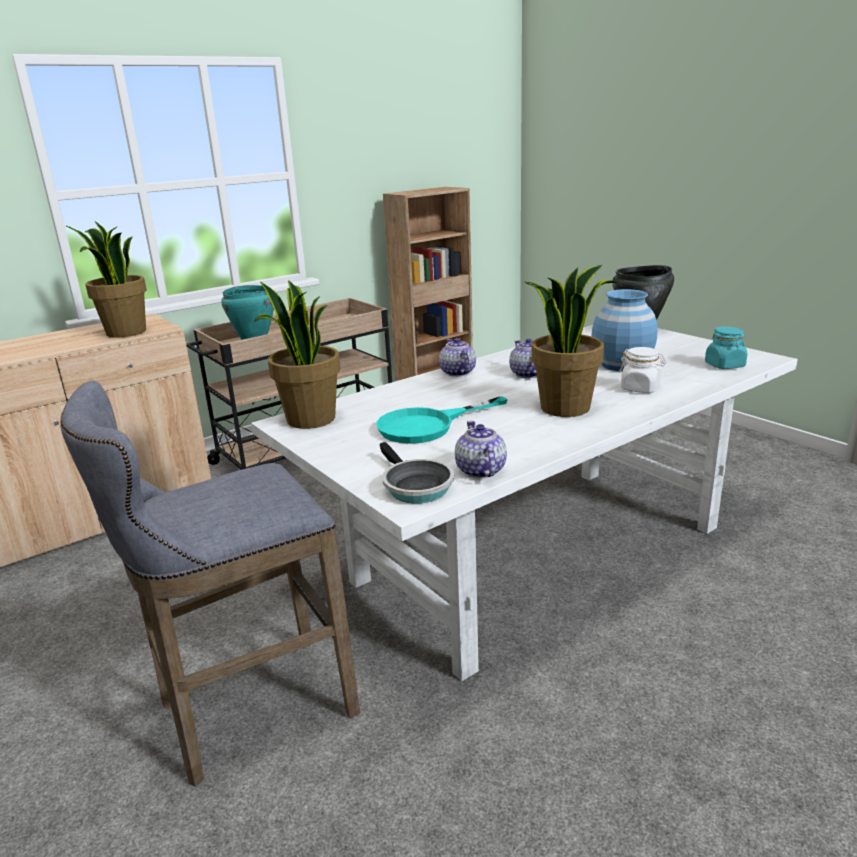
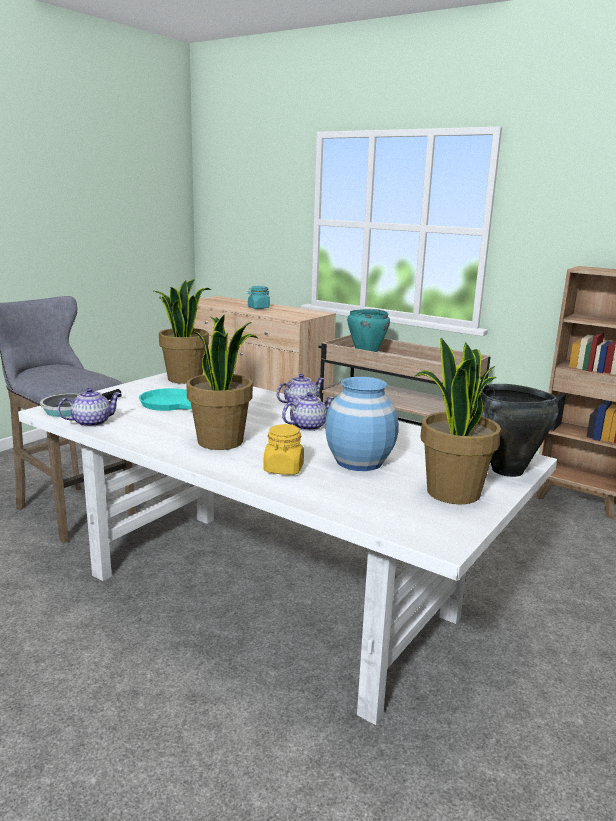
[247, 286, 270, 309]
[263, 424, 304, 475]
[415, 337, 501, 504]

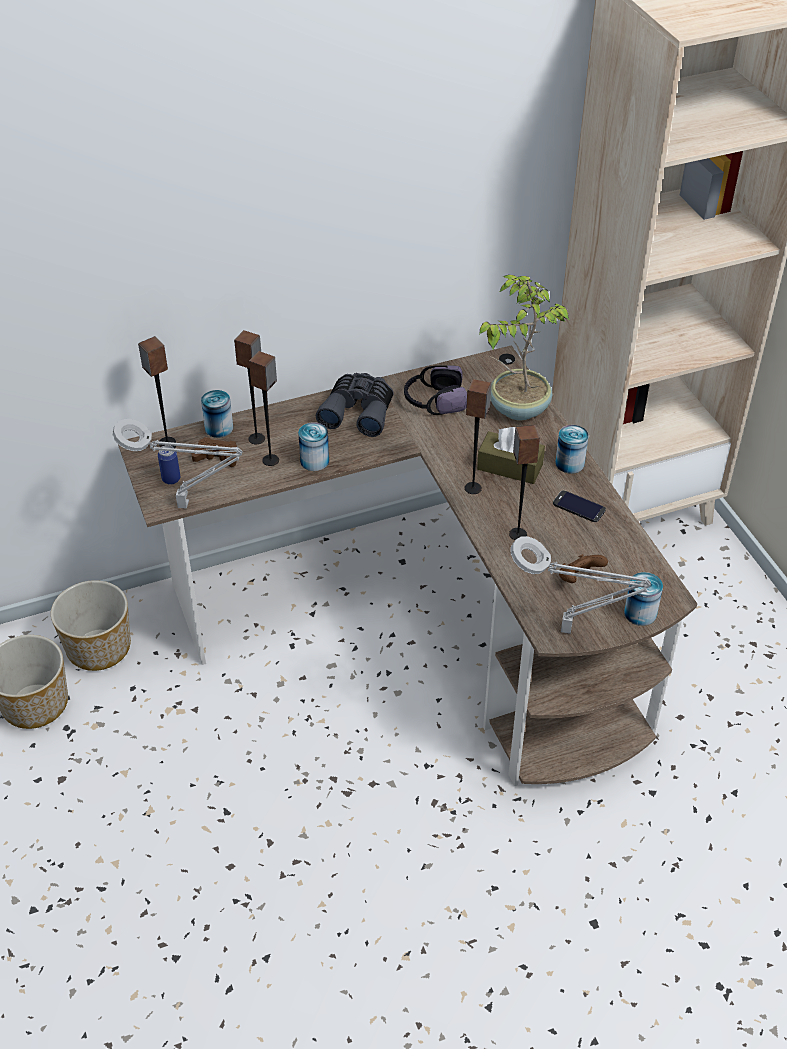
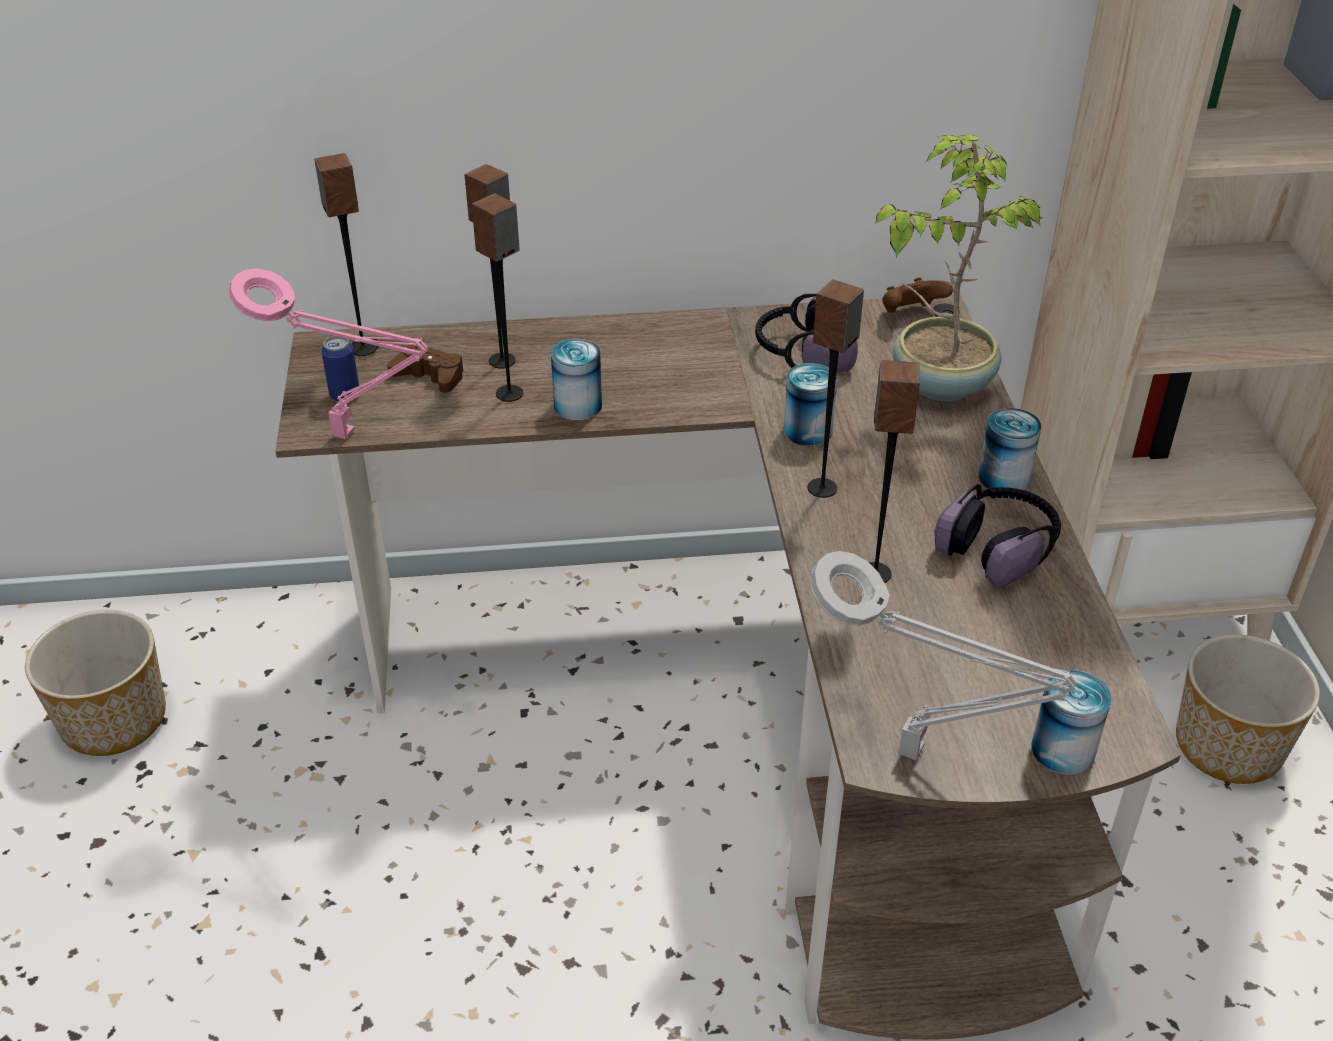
[229, 269, 428, 439]
[783, 363, 838, 446]
[883, 277, 953, 313]
[934, 484, 1061, 589]
[1176, 634, 1320, 784]
[316, 373, 394, 437] (first image)
[477, 427, 545, 484] (first image)

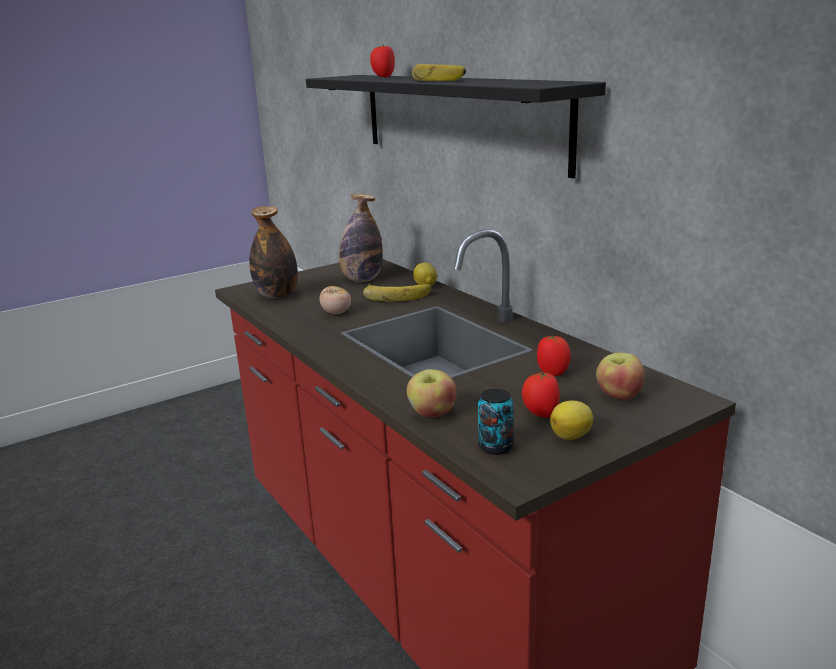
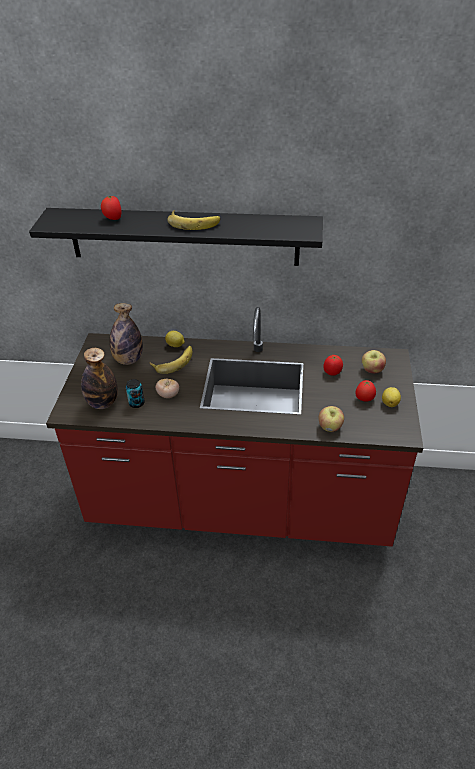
[126, 379, 145, 408]

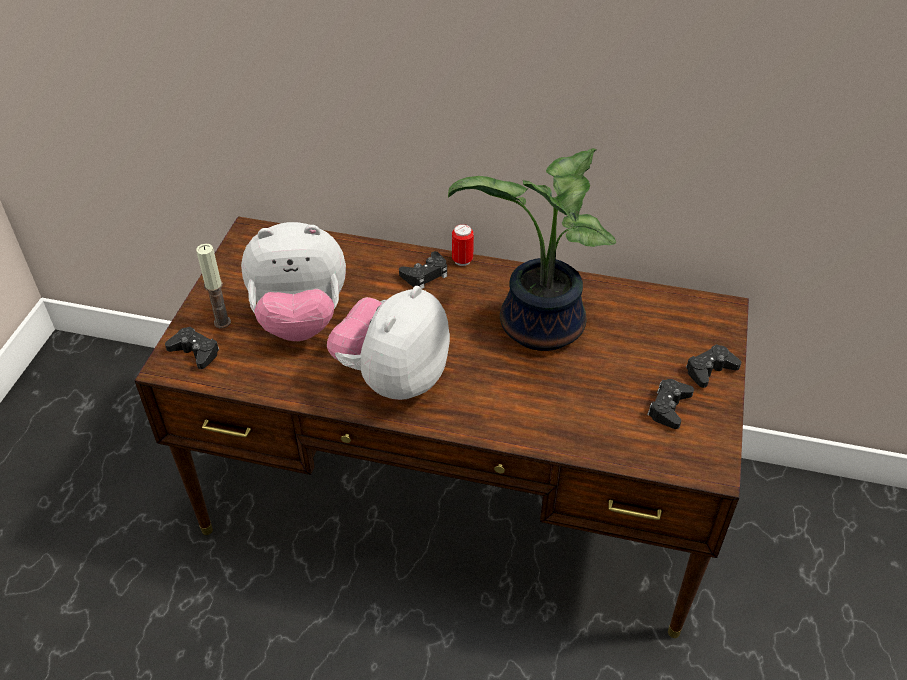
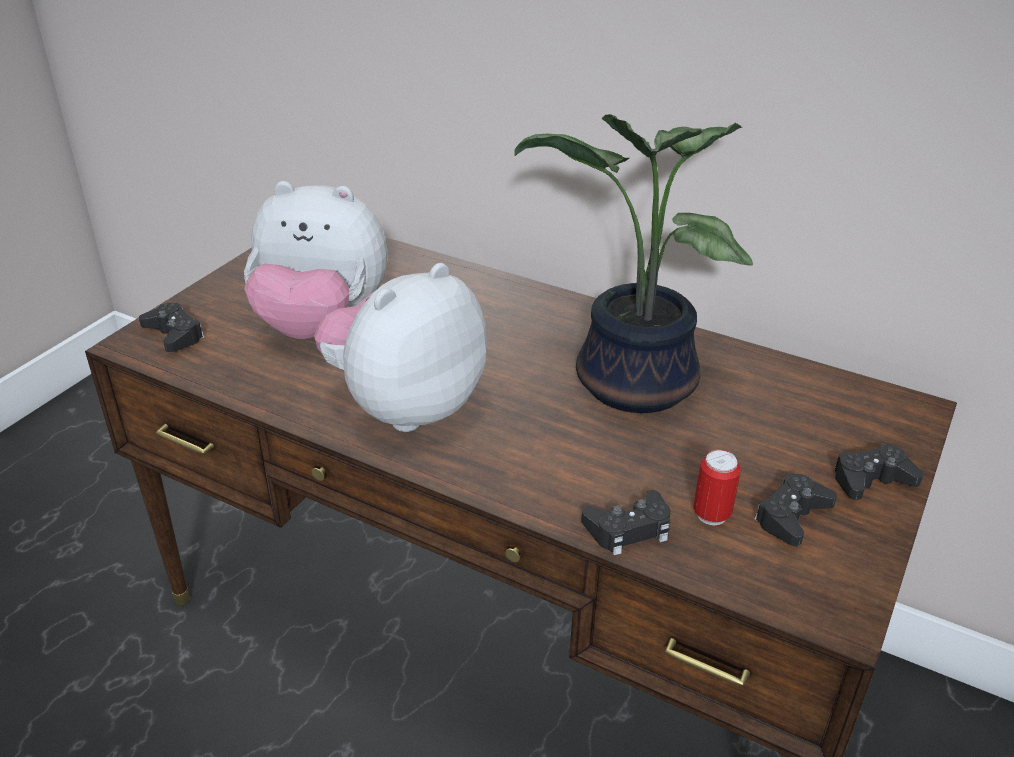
[581, 490, 671, 555]
[694, 450, 741, 525]
[196, 244, 231, 328] (first image)

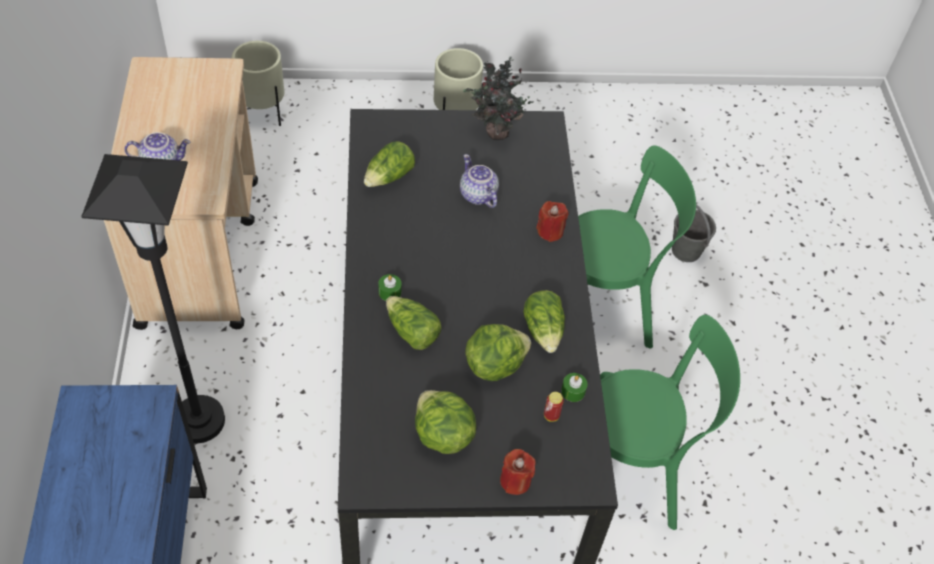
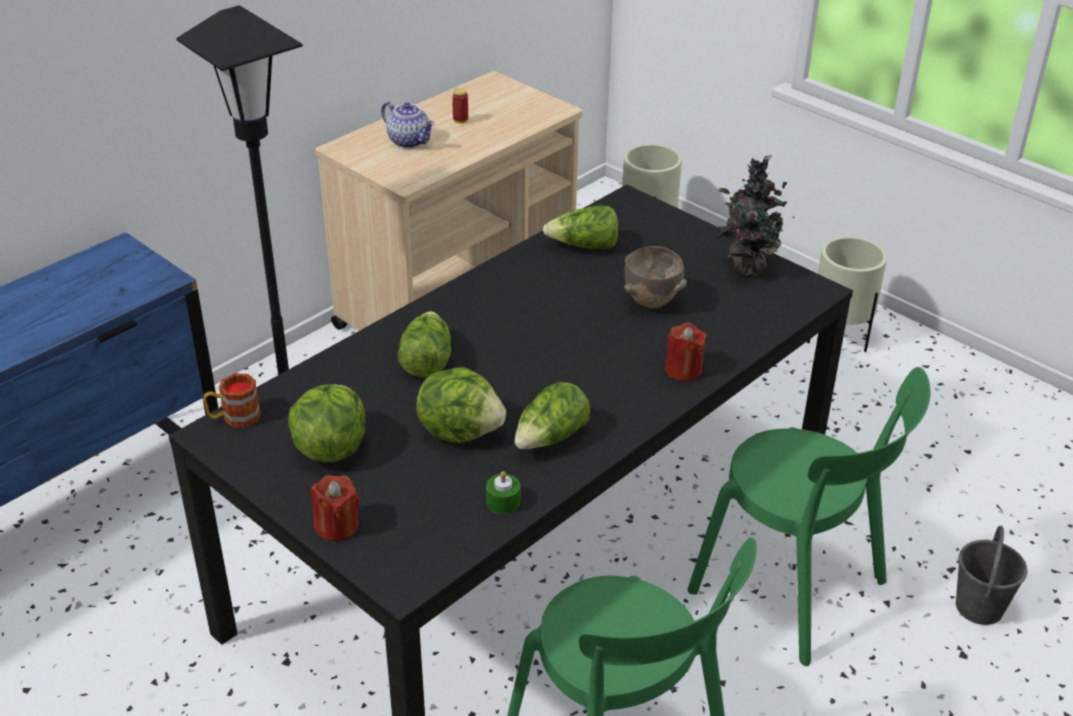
[203, 373, 261, 428]
[452, 88, 468, 124]
[624, 246, 687, 309]
[378, 274, 402, 301] (first image)

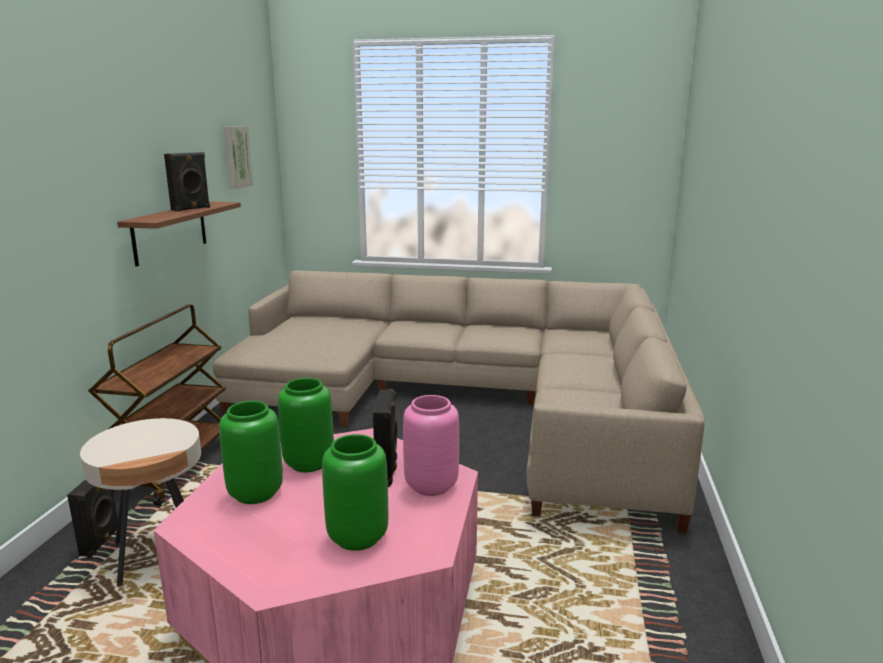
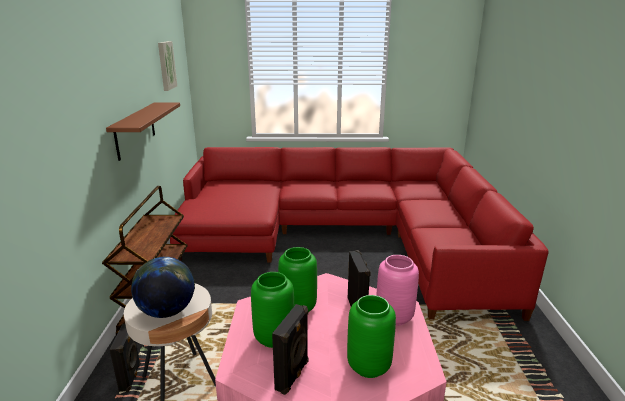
[131, 257, 195, 318]
[170, 147, 549, 321]
[272, 304, 308, 395]

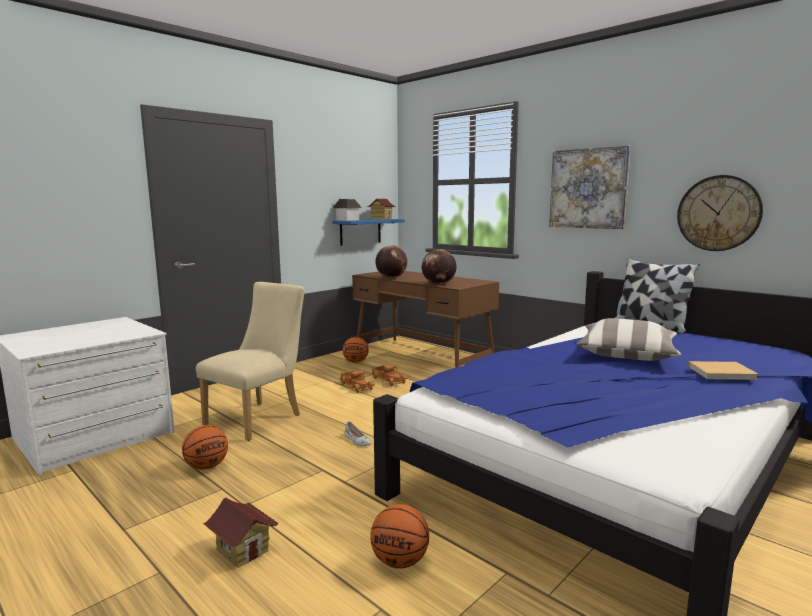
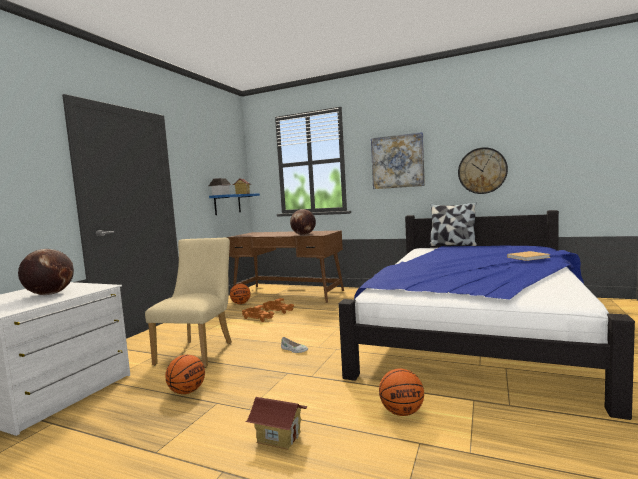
[18, 249, 74, 295]
[576, 318, 681, 361] (first image)

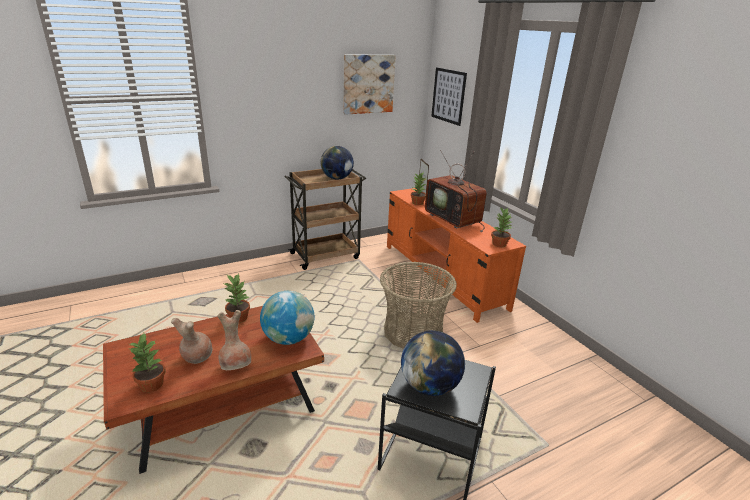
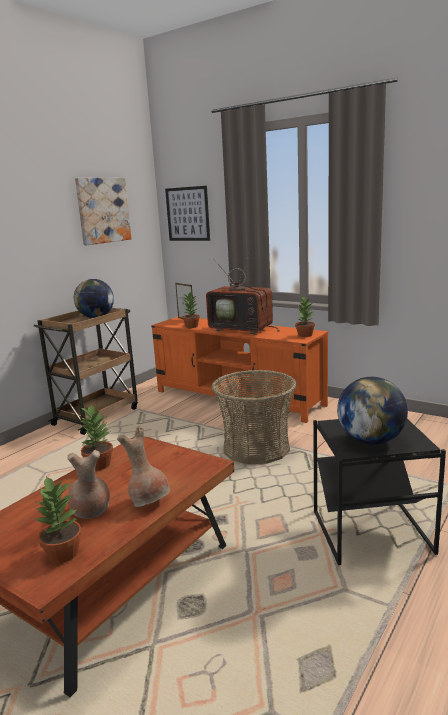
[260, 291, 315, 345] (first image)

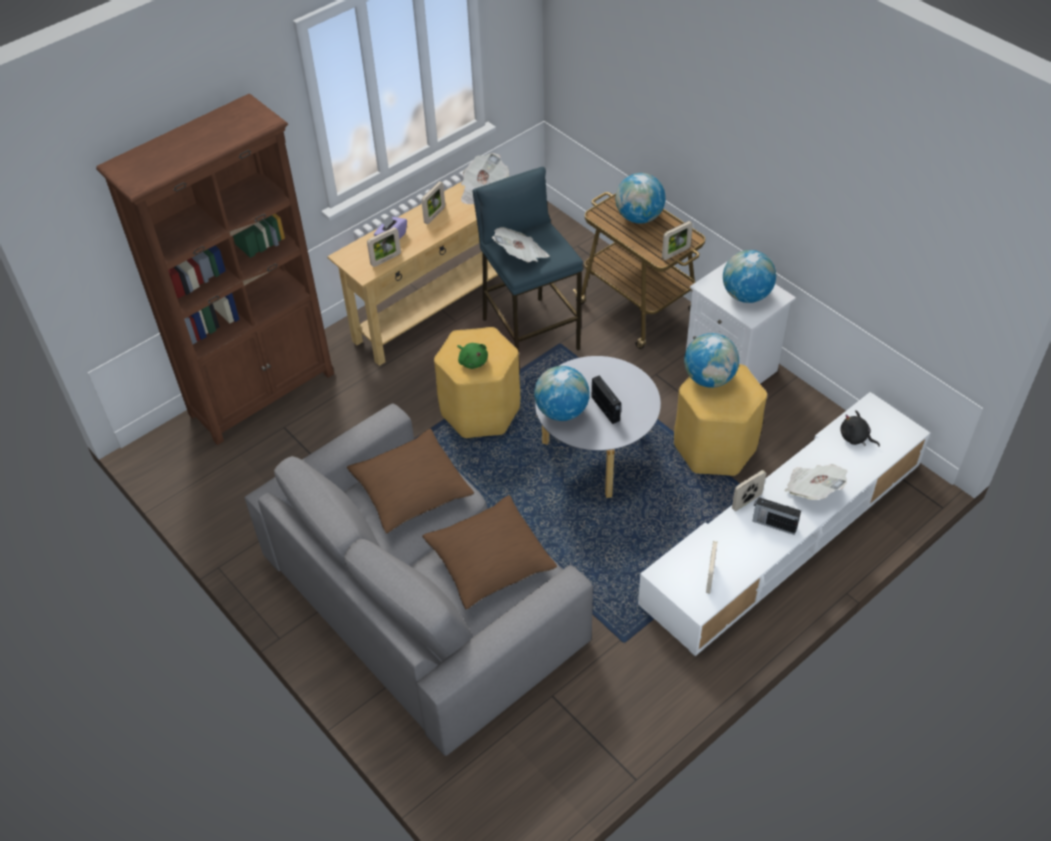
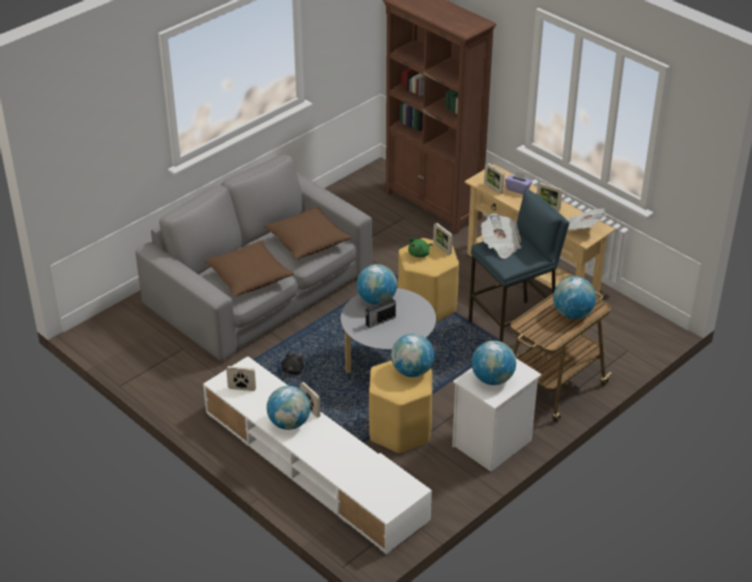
[267, 386, 311, 430]
[281, 351, 304, 381]
[433, 223, 453, 255]
[785, 464, 848, 500] (first image)

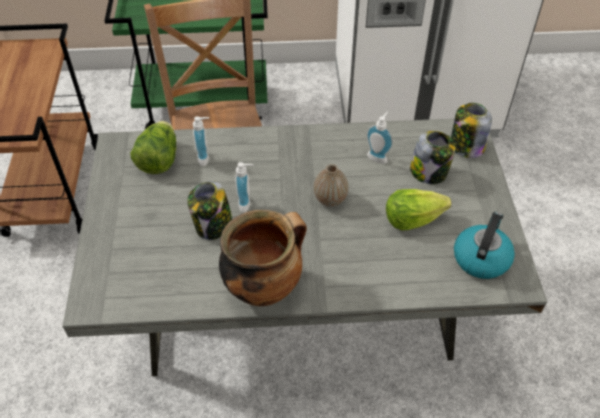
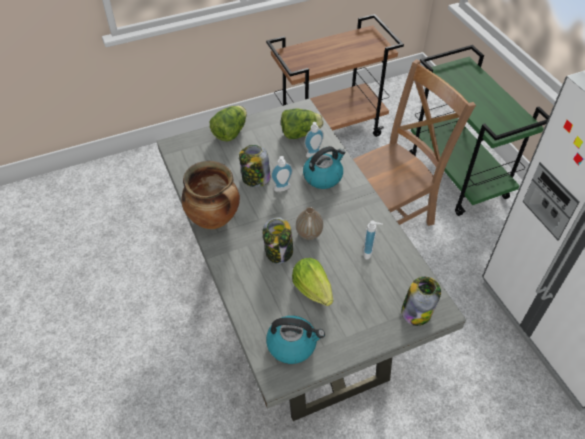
[210, 106, 247, 142]
[263, 217, 293, 264]
[303, 146, 346, 189]

